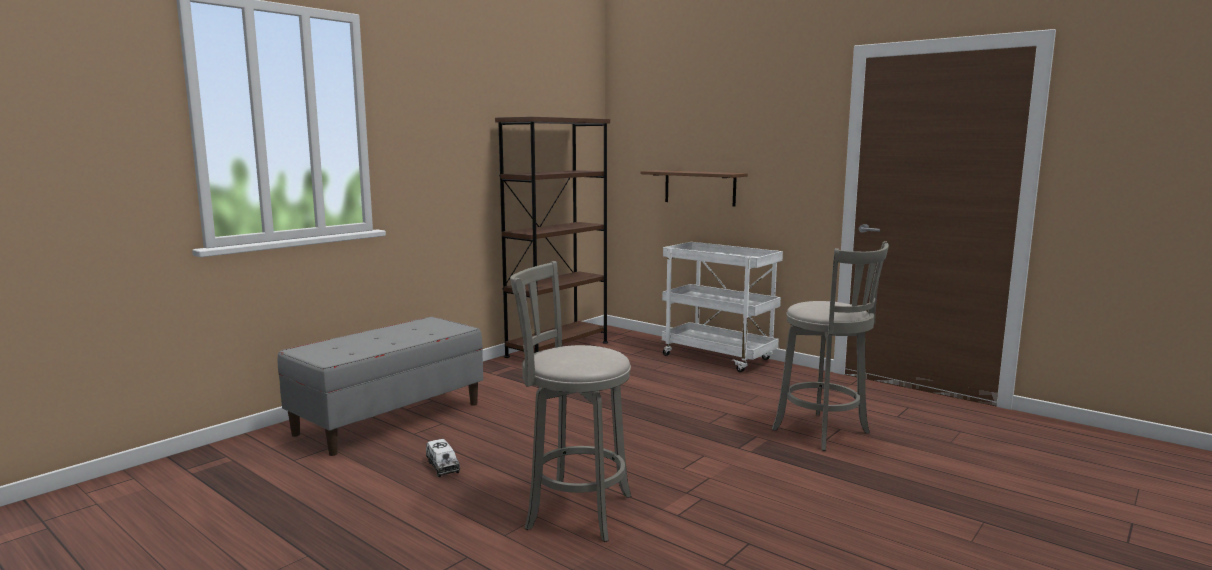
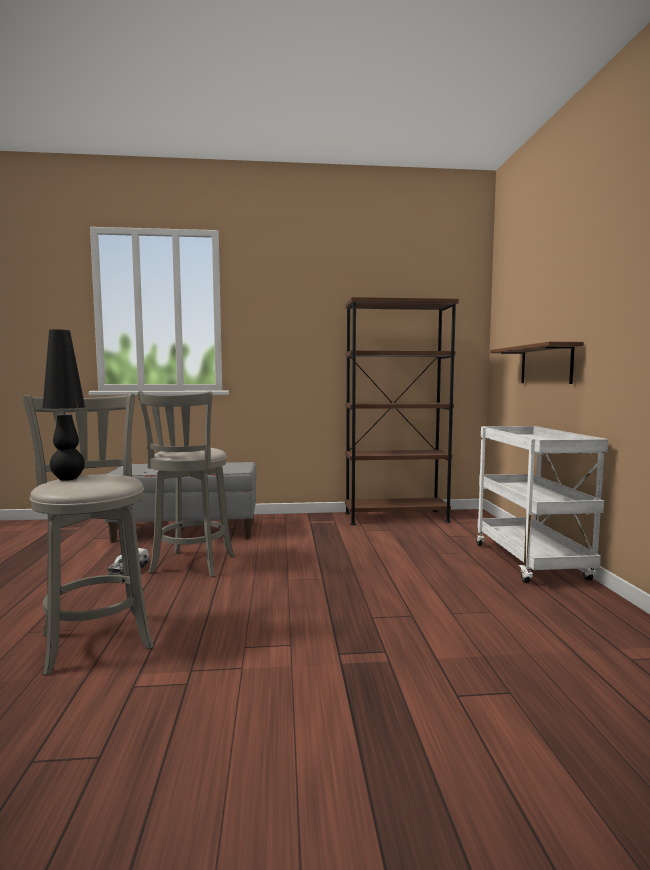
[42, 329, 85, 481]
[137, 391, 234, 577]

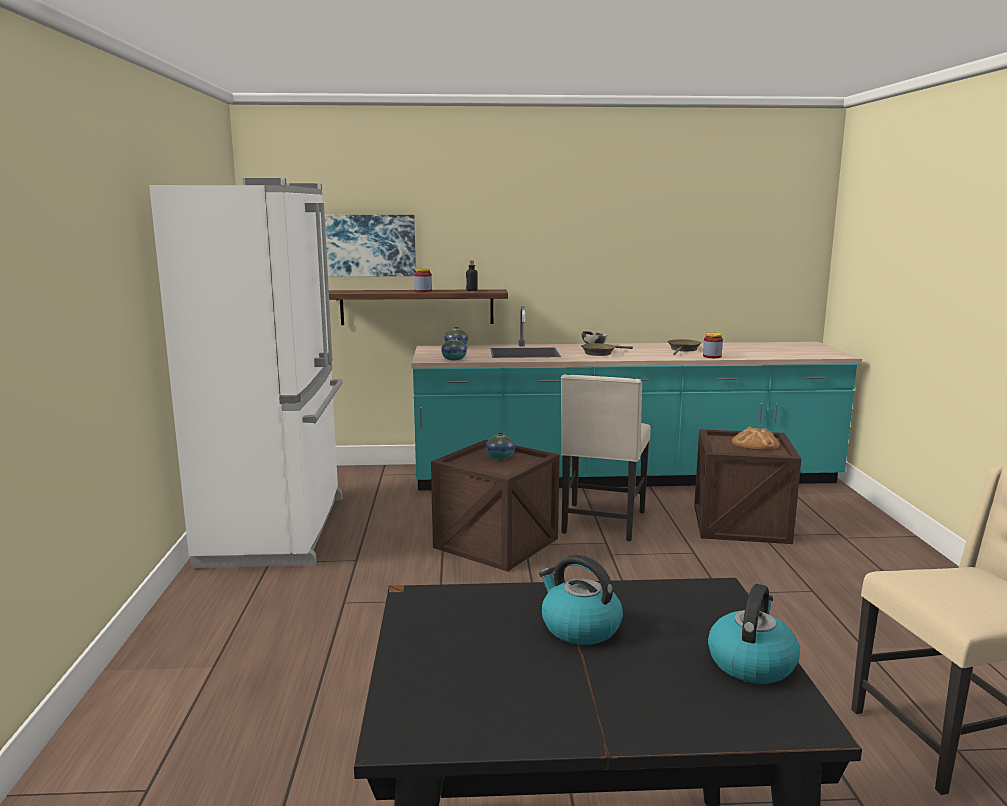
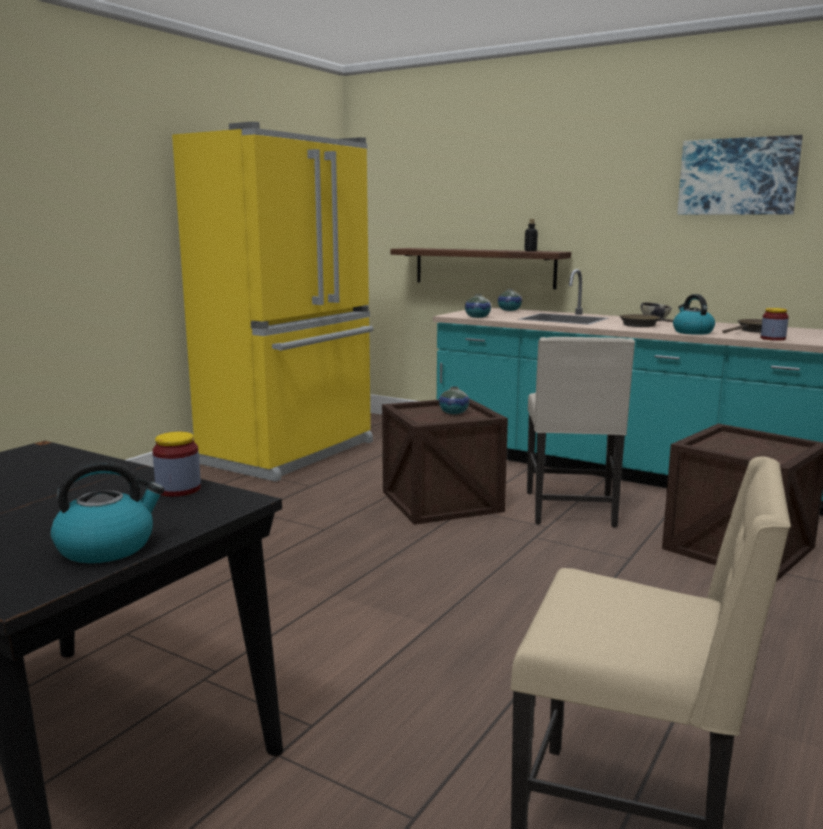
[153, 432, 201, 497]
[172, 122, 373, 482]
[527, 337, 635, 528]
[673, 294, 715, 335]
[677, 135, 803, 215]
[732, 427, 780, 450] (first image)

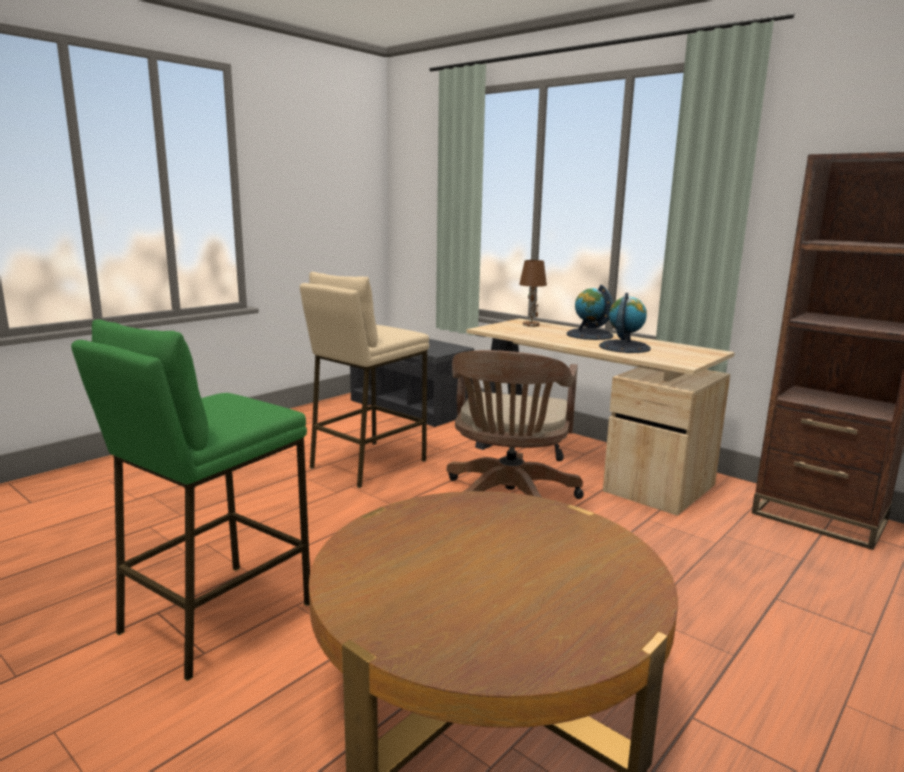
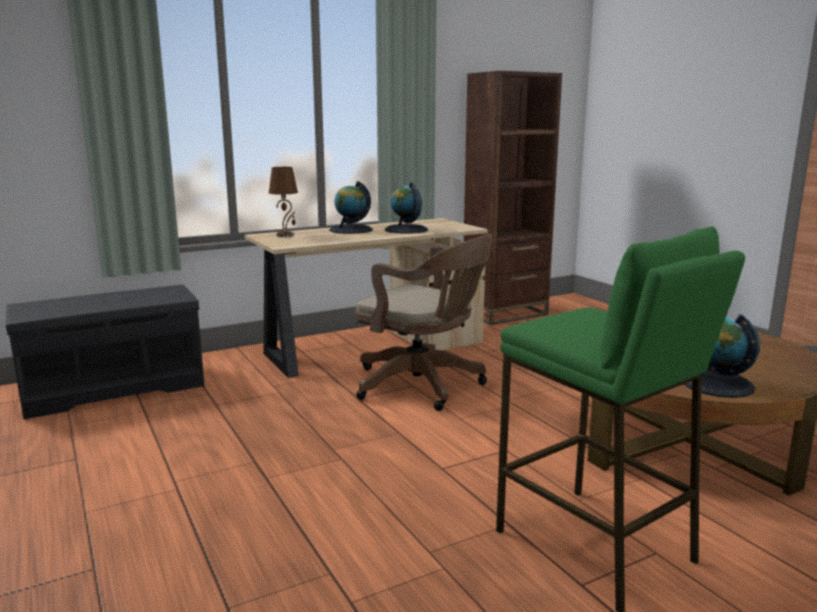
[684, 314, 760, 398]
[300, 272, 429, 488] (first image)

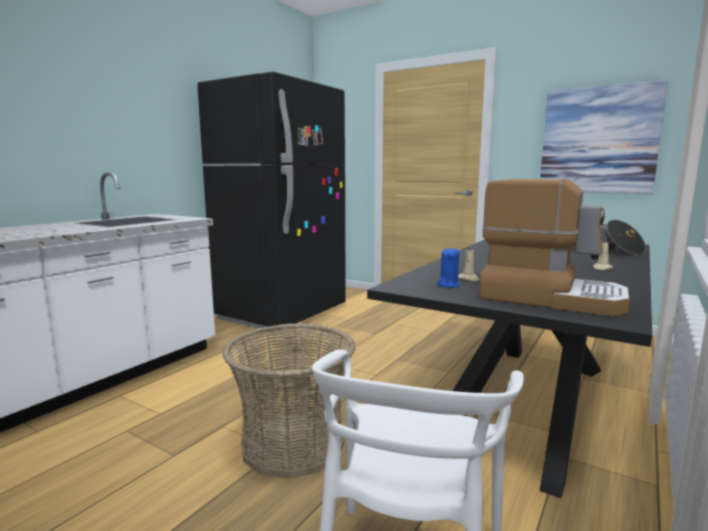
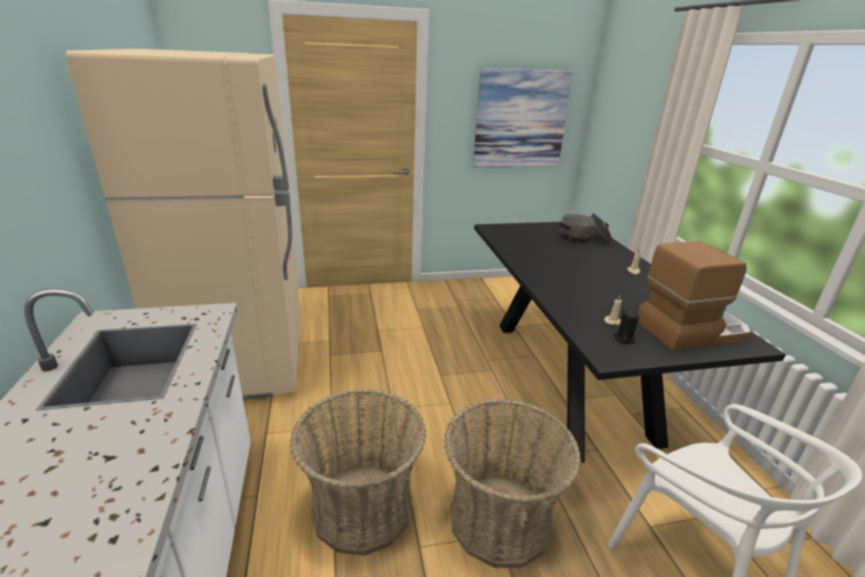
[65, 49, 301, 400]
[290, 389, 426, 556]
[613, 309, 639, 344]

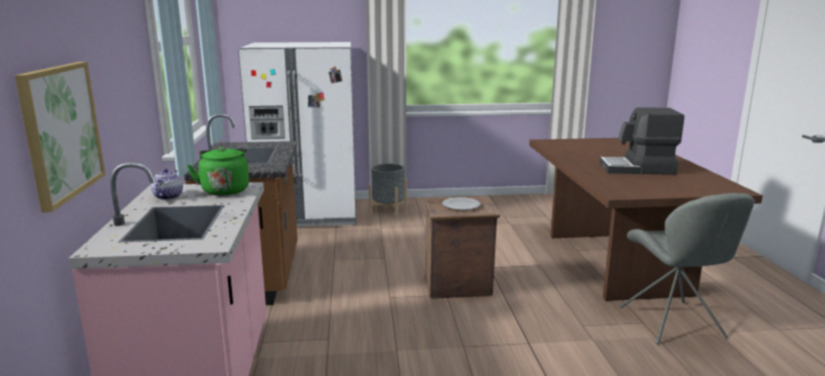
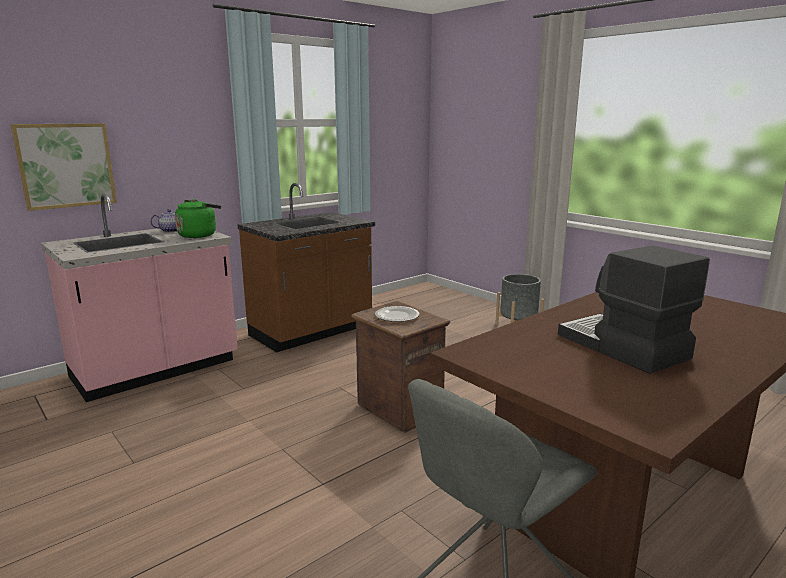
[238, 42, 356, 227] (first image)

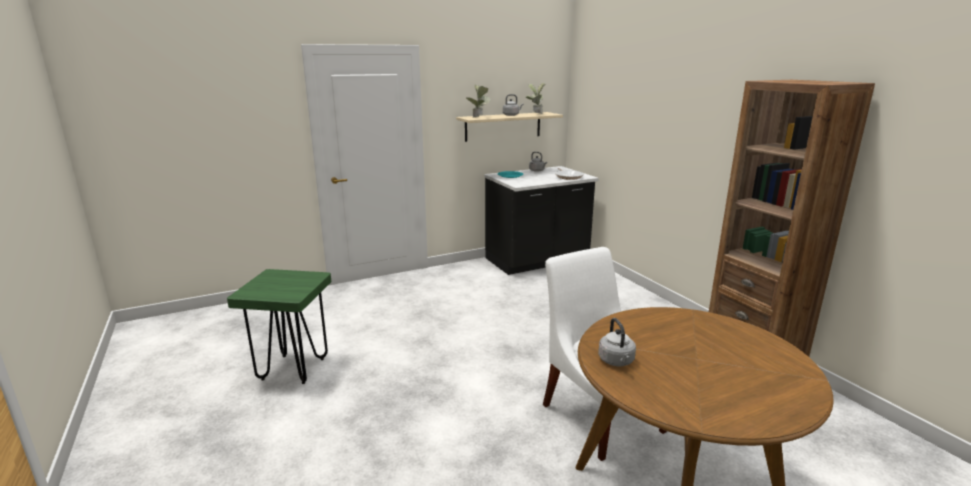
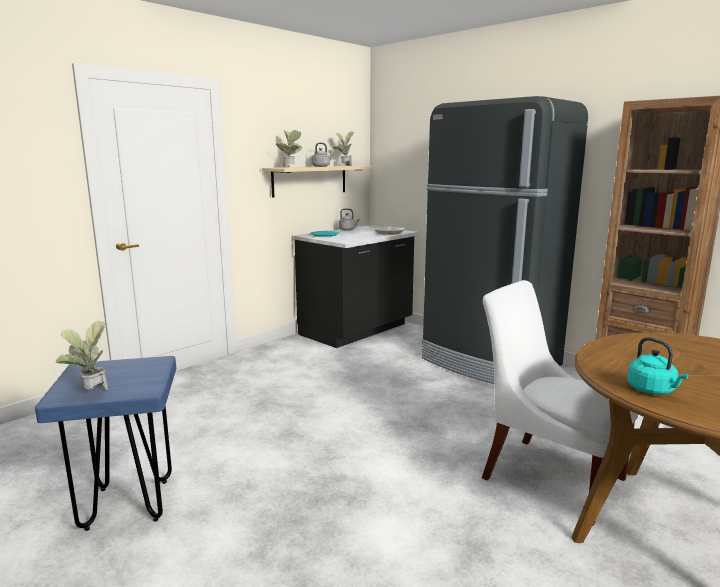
[35, 356, 176, 531]
[56, 321, 108, 390]
[422, 96, 588, 384]
[627, 337, 689, 395]

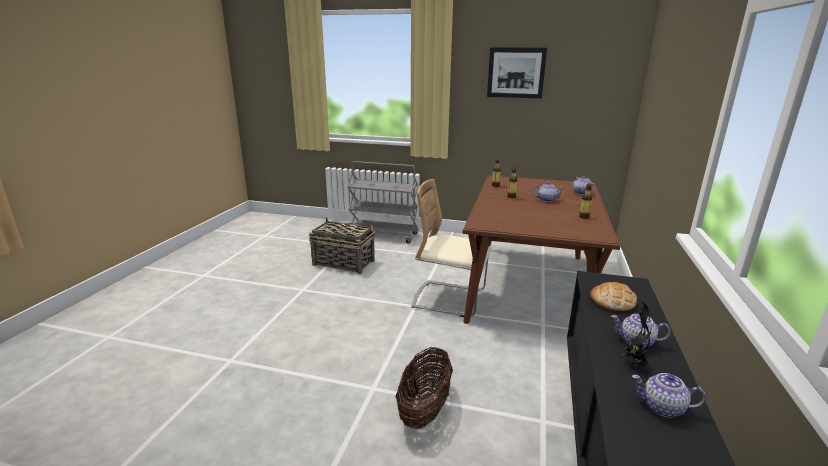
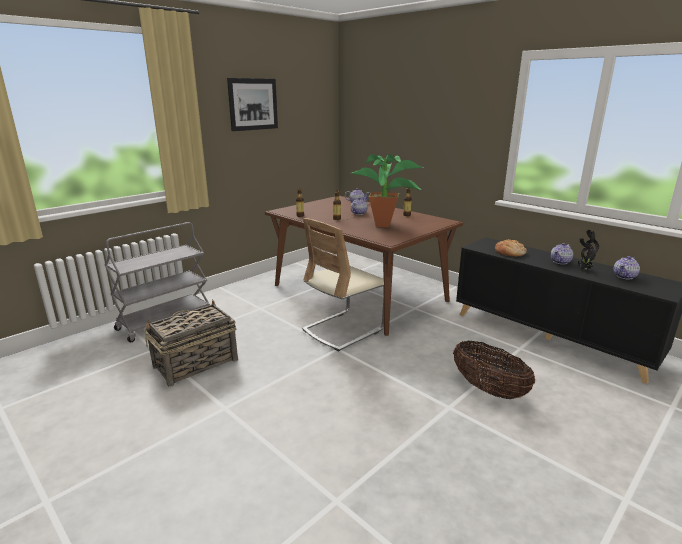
[350, 154, 425, 227]

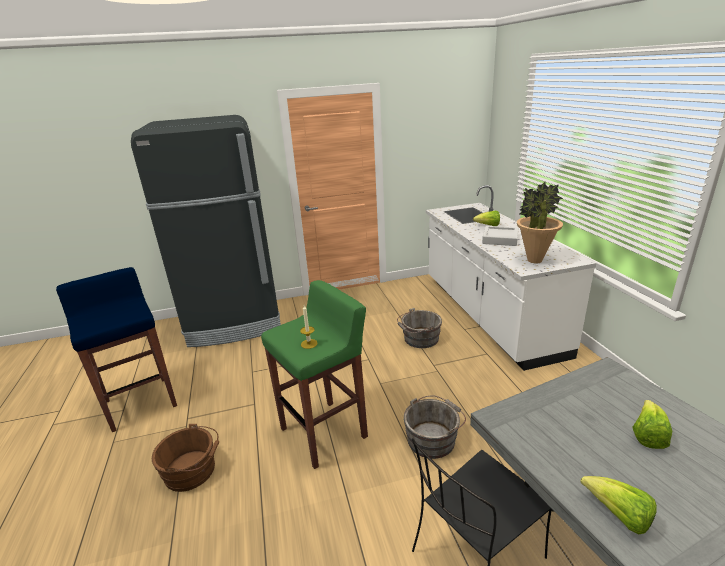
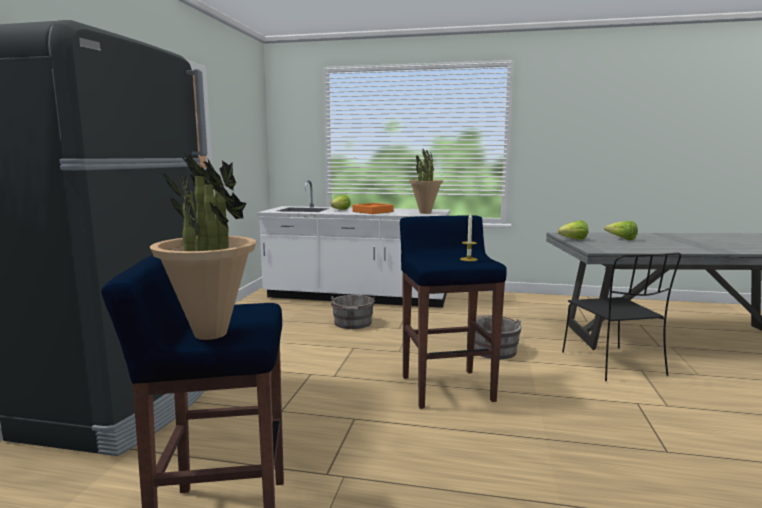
[150, 149, 256, 340]
[352, 203, 393, 214]
[400, 215, 507, 409]
[557, 220, 588, 240]
[152, 424, 219, 492] (first image)

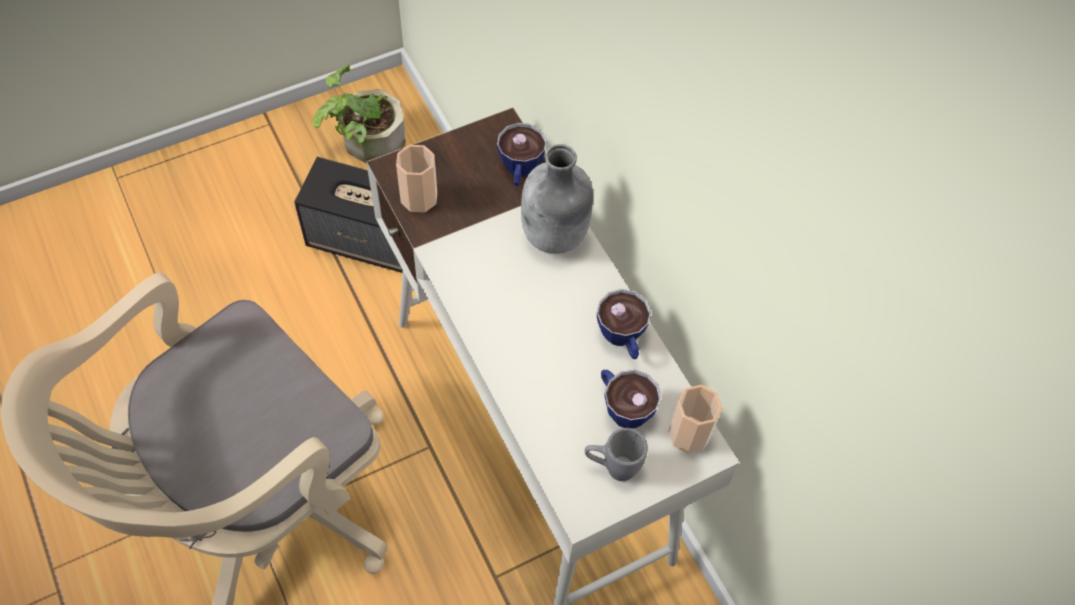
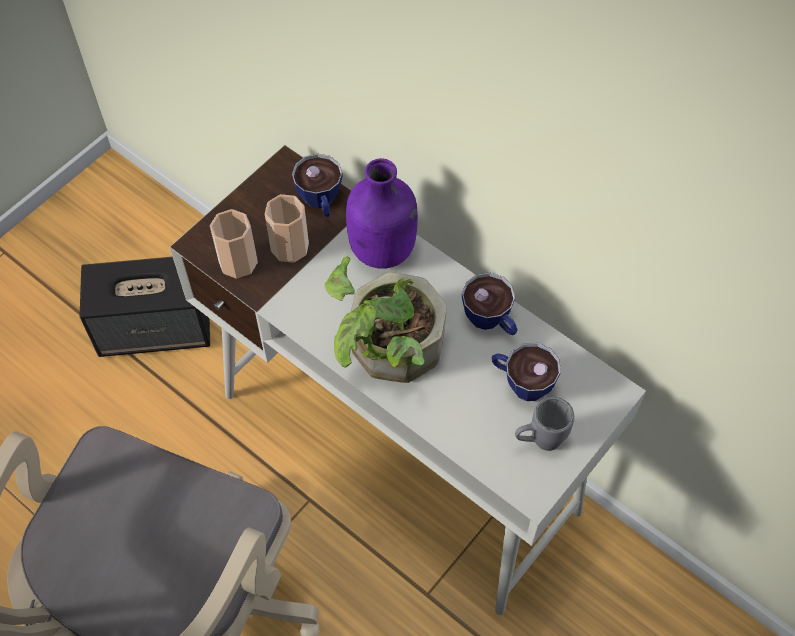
[265, 194, 309, 263]
[325, 256, 447, 383]
[346, 158, 418, 269]

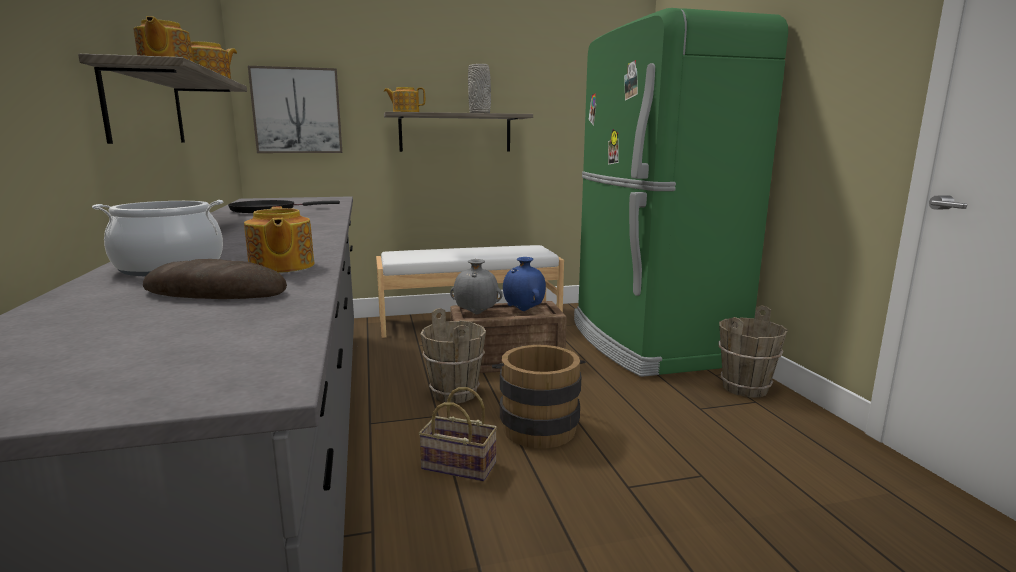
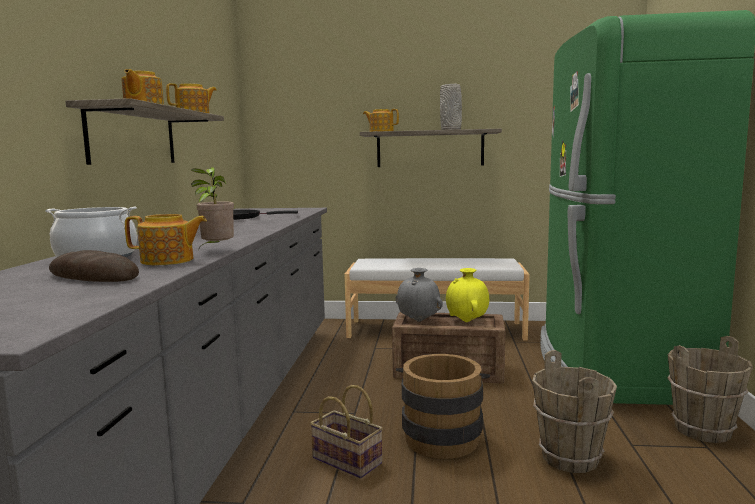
[125, 214, 207, 265]
[191, 167, 234, 248]
[446, 268, 489, 322]
[533, 350, 617, 473]
[248, 66, 342, 153] (first image)

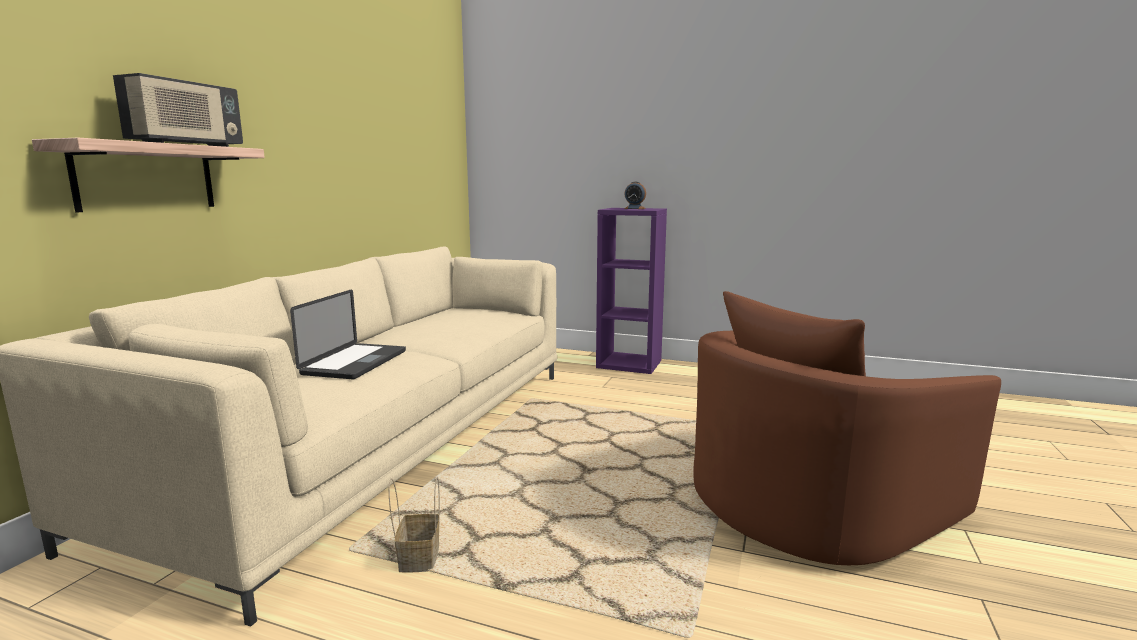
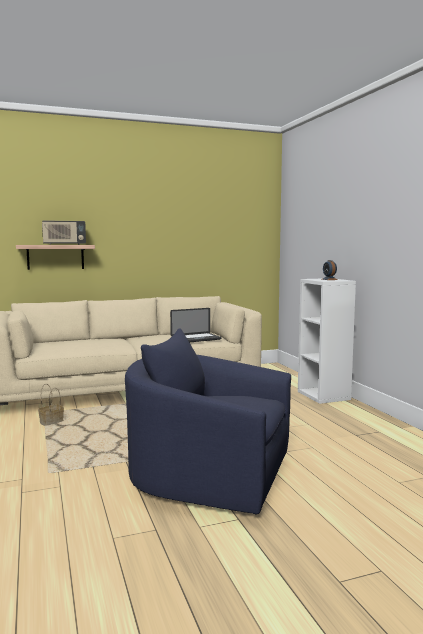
[125, 328, 291, 514]
[170, 308, 222, 342]
[298, 279, 356, 404]

